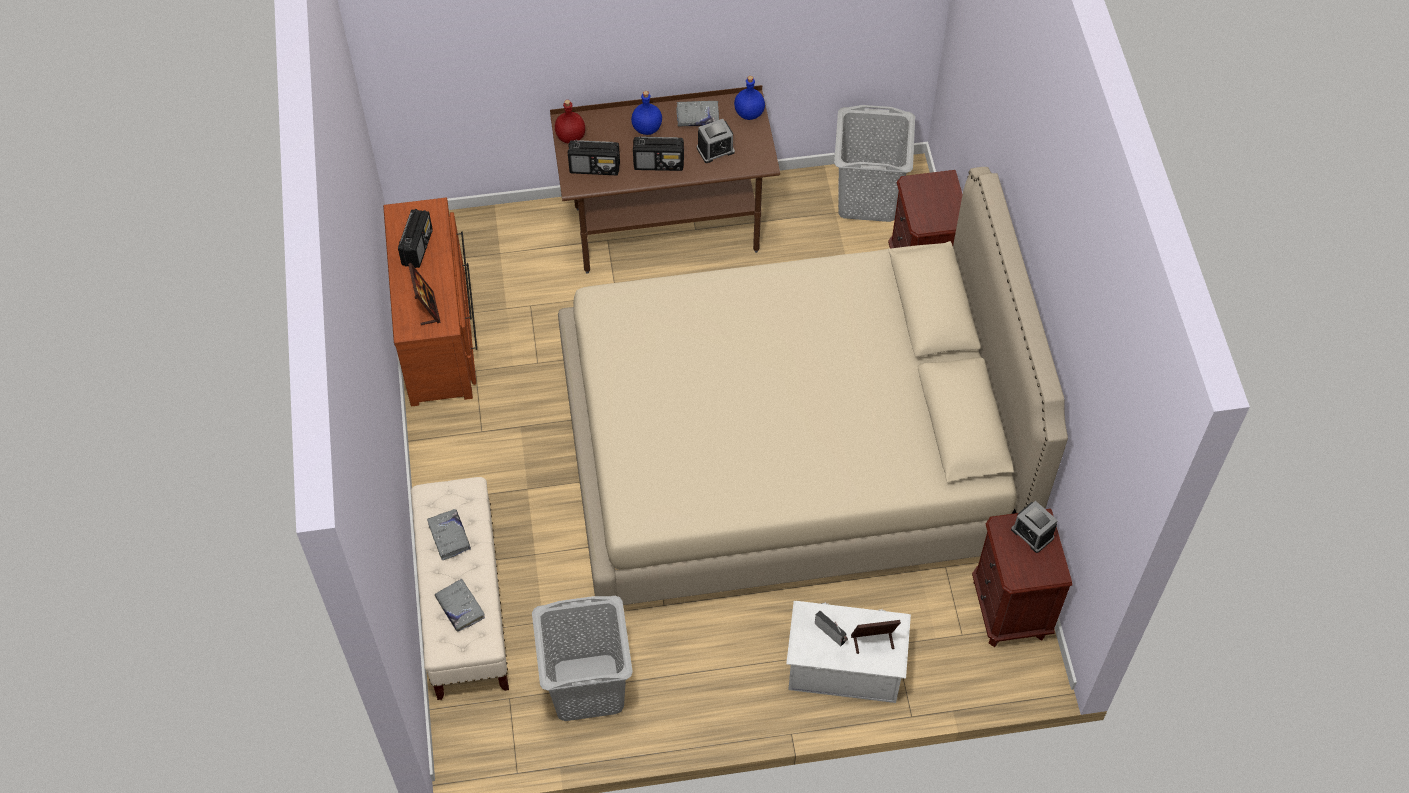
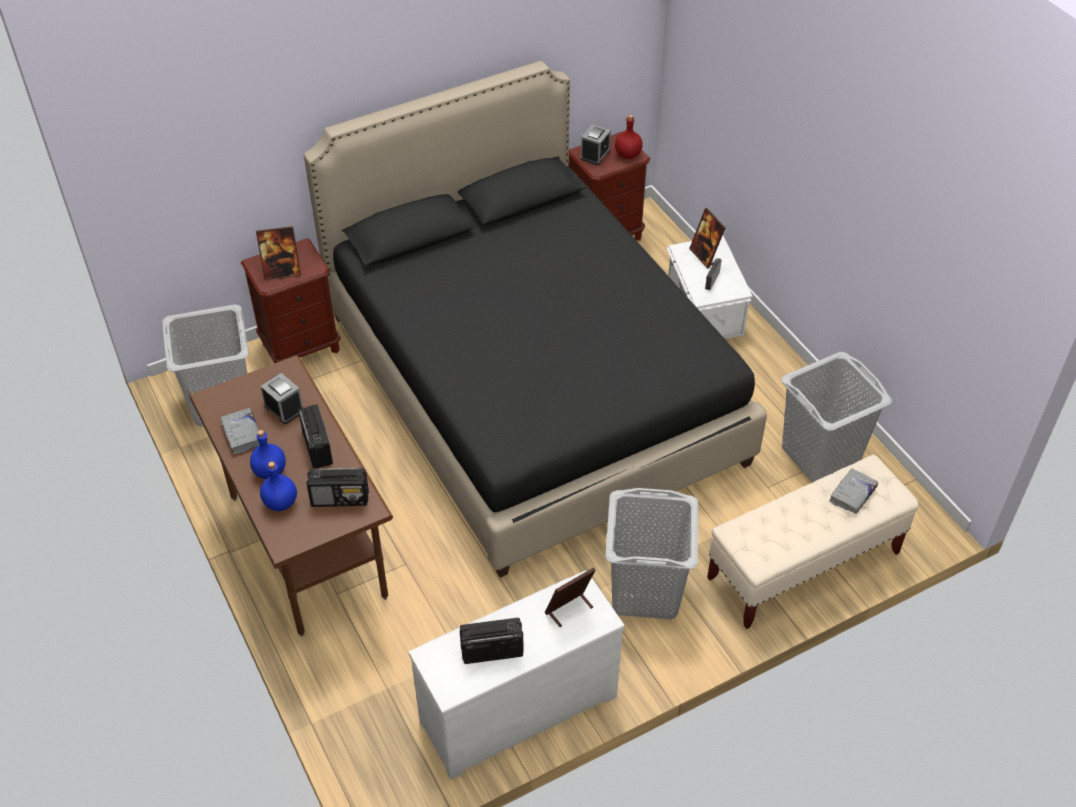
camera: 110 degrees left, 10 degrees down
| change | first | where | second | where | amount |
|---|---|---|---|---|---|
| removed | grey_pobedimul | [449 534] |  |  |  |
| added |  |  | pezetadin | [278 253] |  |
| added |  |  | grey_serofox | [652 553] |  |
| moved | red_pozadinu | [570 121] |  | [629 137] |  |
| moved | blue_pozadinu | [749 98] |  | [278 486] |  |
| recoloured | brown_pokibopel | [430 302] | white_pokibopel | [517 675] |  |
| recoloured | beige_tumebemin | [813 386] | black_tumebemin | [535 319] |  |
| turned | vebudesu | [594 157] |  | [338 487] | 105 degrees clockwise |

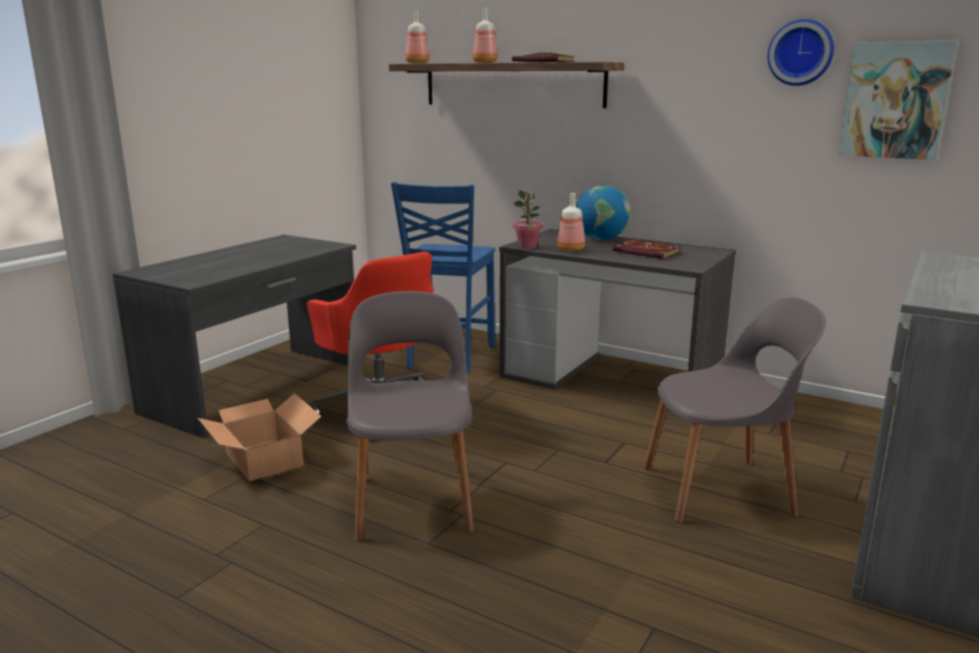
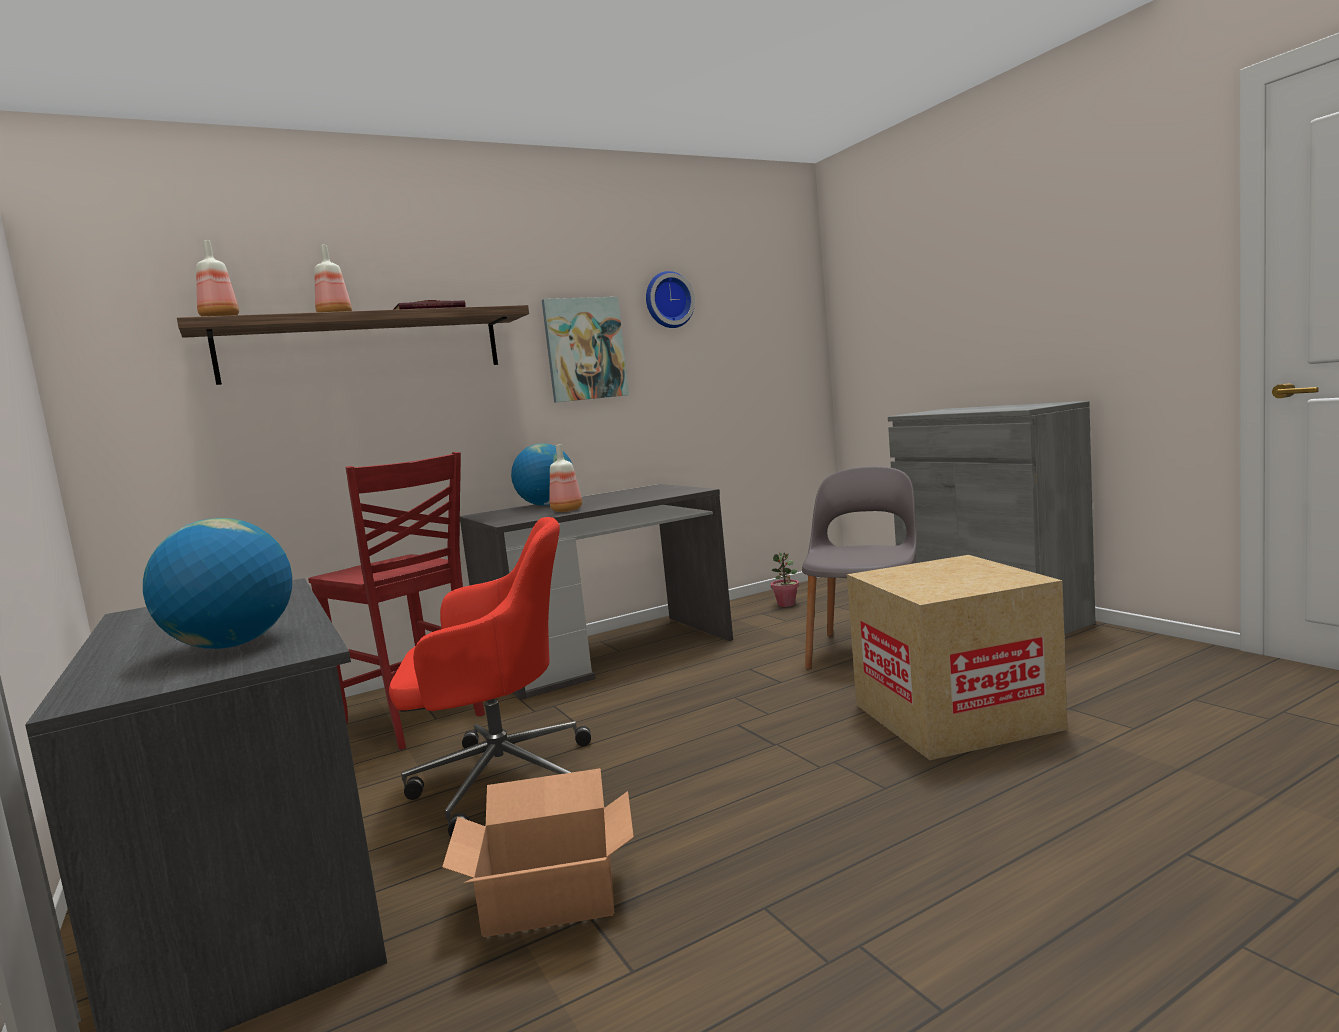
camera: 60 degrees left, 10 degrees down
| change | first | where | second | where | amount |
|---|---|---|---|---|---|
| removed | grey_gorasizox | [410 416] |  |  |  |
| removed | pobedimul | [647 249] |  |  |  |
| added |  |  | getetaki | [217 583] |  |
| added |  |  | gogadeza | [957 657] |  |
| moved | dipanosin | [528 219] |  | [785 579] |  |
| moved | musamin | [898 100] |  | [585 350] |  |
| recoloured | blue_gorasizox | [443 278] | red_gorasizox | [396 601] |  |

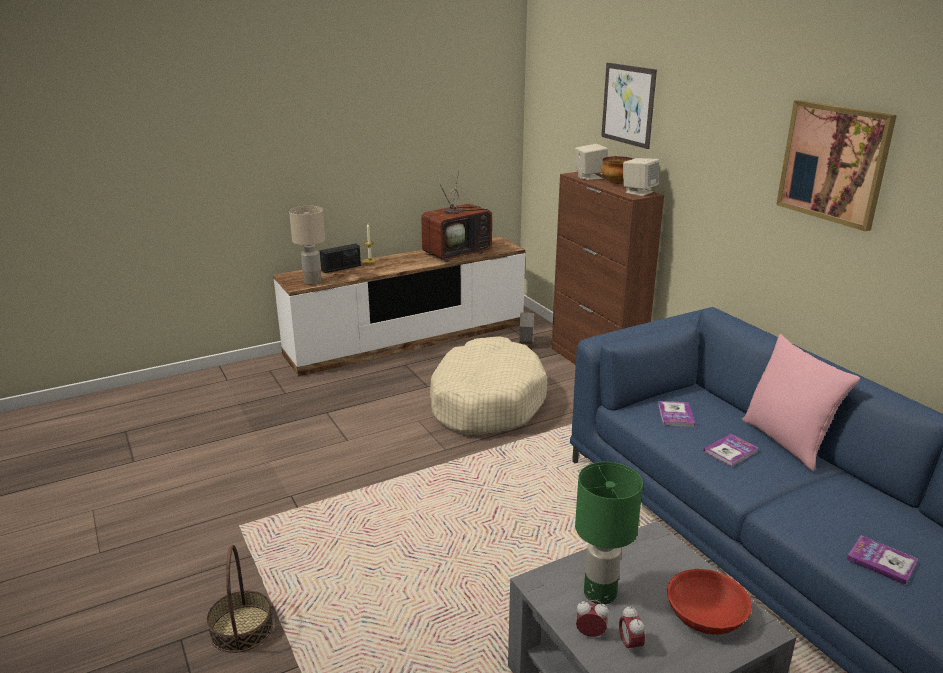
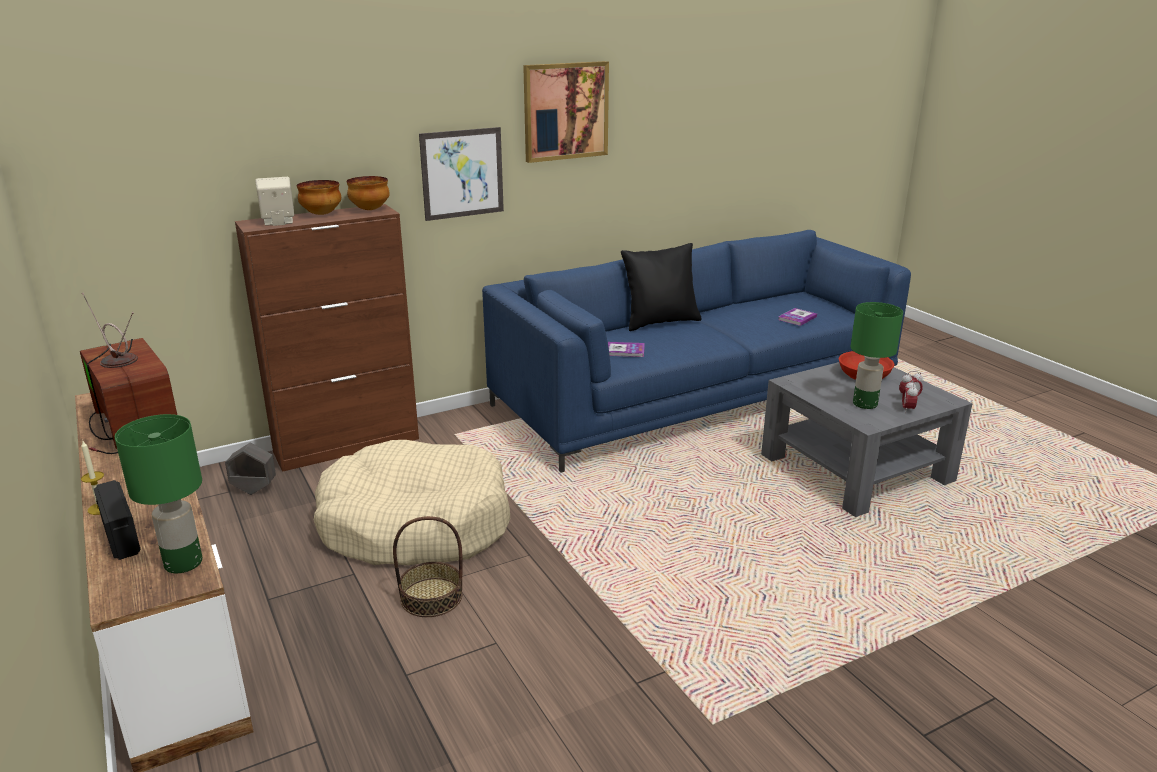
camera: 90 degrees left, 0 degrees up
| change | first | where | second | where | amount |
|---|---|---|---|---|---|
| removed | pobedimul | [731 450] |  |  |  |
| moved | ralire | [240 599] |  | [427 566] |  |
| moved | musamin | [629 106] |  | [461 174] |  |
| replaced | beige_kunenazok | [641 177] | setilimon | [368 193] |  |
| recoloured | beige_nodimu | [307 245] | green_nodimu | [159 493] |  |
| recoloured | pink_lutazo | [801 403] | black_lutazo | [661 287] |  |

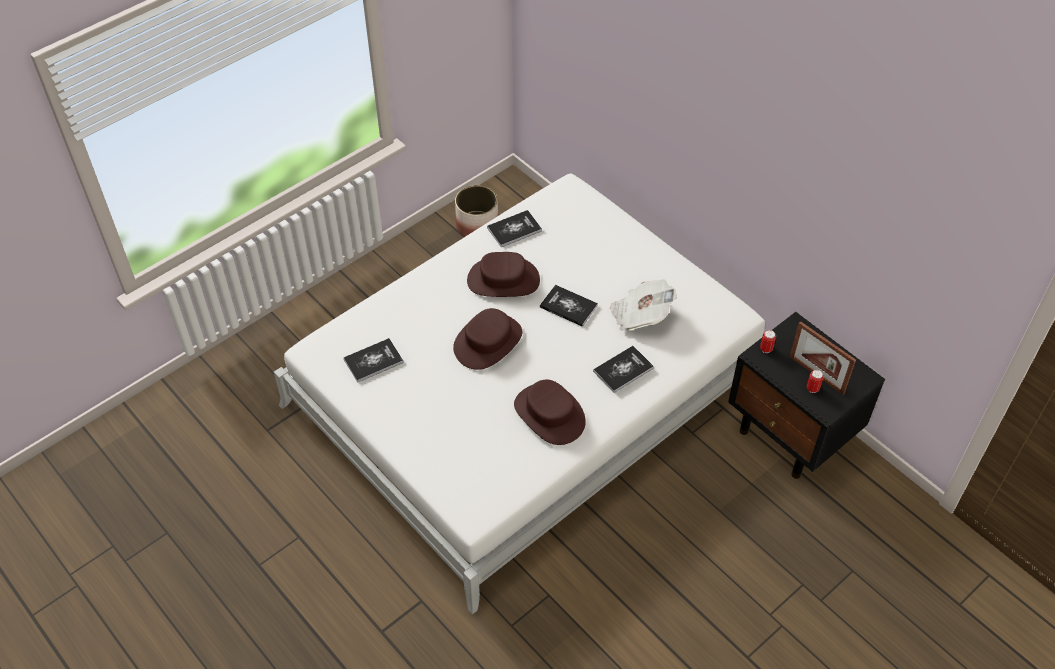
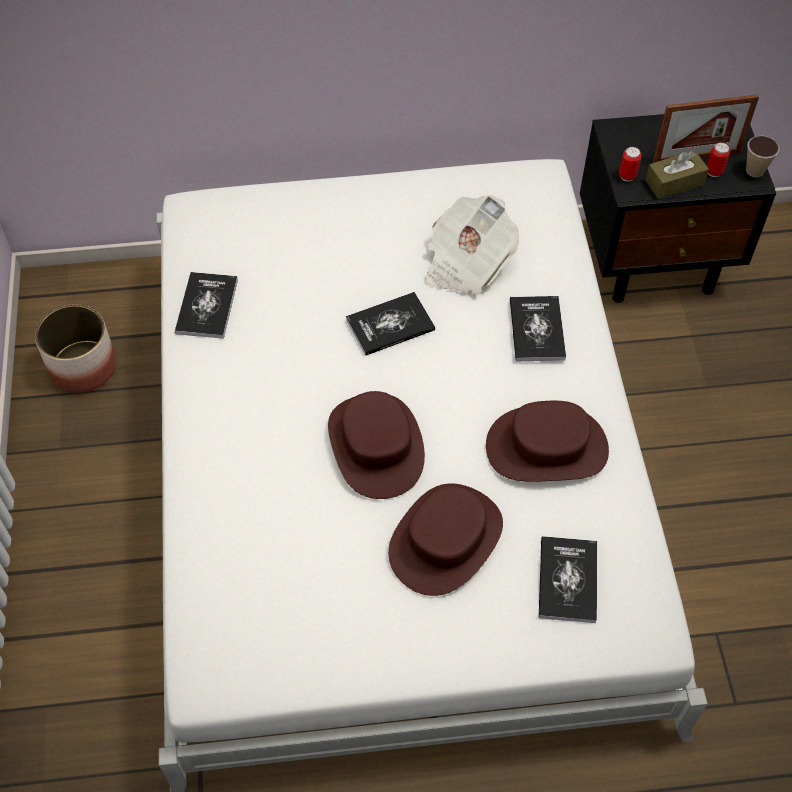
camera: 55 degrees left, 5 degrees up
| change | first | where | second | where | amount |
|---|---|---|---|---|---|
| added |  |  | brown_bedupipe | [677 175] |  |
| added |  |  | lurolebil | [763 157] |  |
| moved | pobedimul | [374 360] |  | [568 579] |  |
| moved | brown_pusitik | [503 274] |  | [445 539] |  |

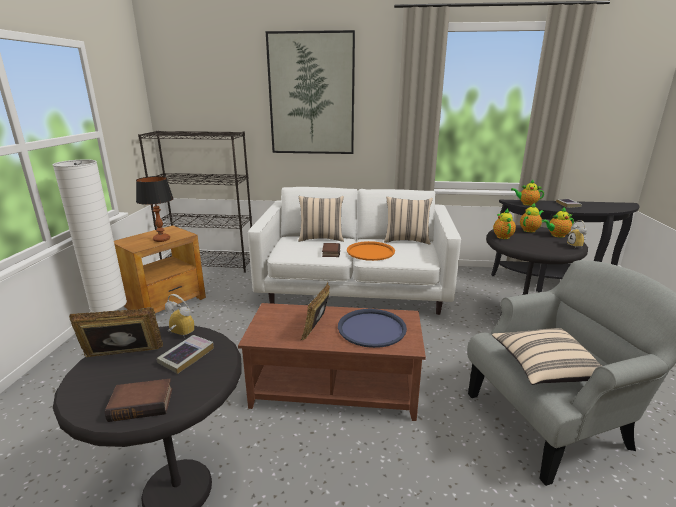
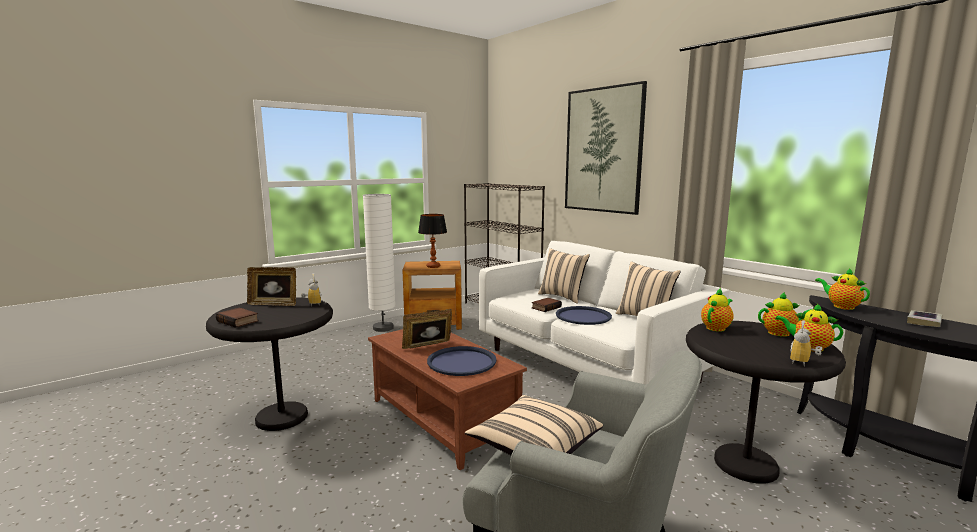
camera: 45 degrees right, 10 degrees down
| change | first | where | second | where | amount |
|---|---|---|---|---|---|
| removed | pobedimul | [185 354] |  |  |  |
| recoloured | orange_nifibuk | [371 251] | blue_nifibuk | [584 315] |  |
| turned | pezetadin | [116 332] |  | [271 286] | 150 degrees clockwise |

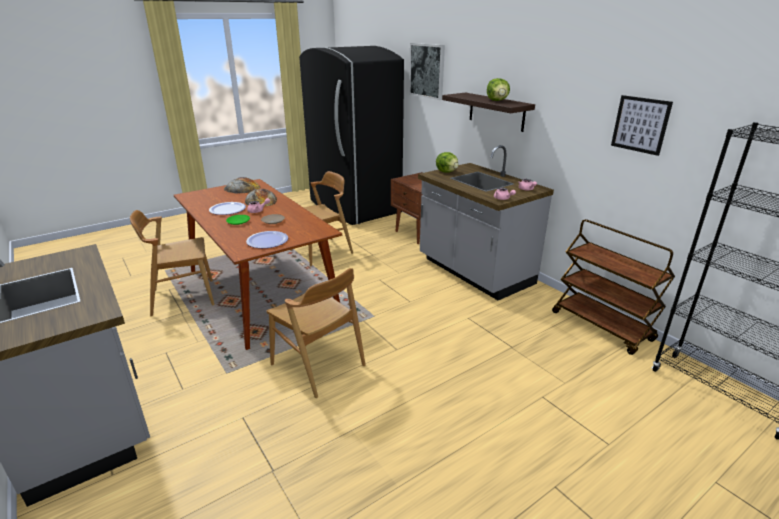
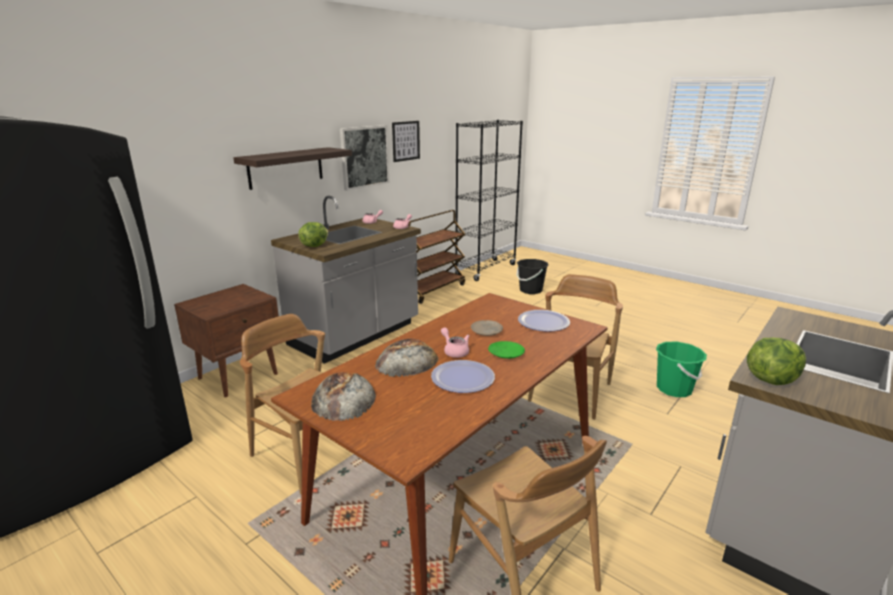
camera: 105 degrees left, 5 degrees down
| change | first | where | second | where | amount |
|---|---|---|---|---|---|
| added |  |  | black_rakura | [532 276] |  |
| added |  |  | green_rakura | [681 369] |  |
| moved | musamin | [427 71] |  | [364 158] |  |
| moved | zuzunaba | [498 89] |  | [776 361] |  |

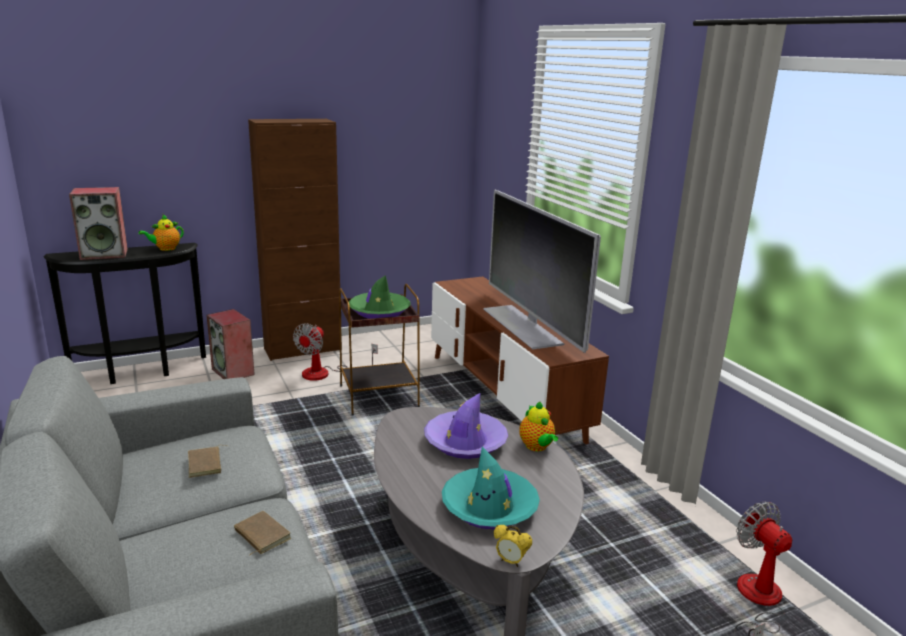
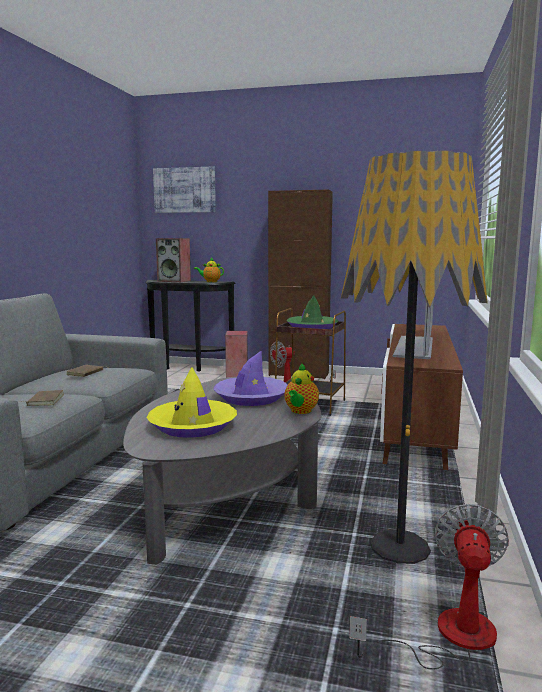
camera: 40 degrees right, 10 degrees down
| change | first | where | second | where | amount |
|---|---|---|---|---|---|
| removed | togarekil | [513 546] |  |  |  |
| added |  |  | musamin | [184 189] |  |
| added |  |  | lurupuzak | [414 357] |  |
| recoloured | turquoise_pusitik | [491 488] | yellow_pusitik | [192 402] |  |

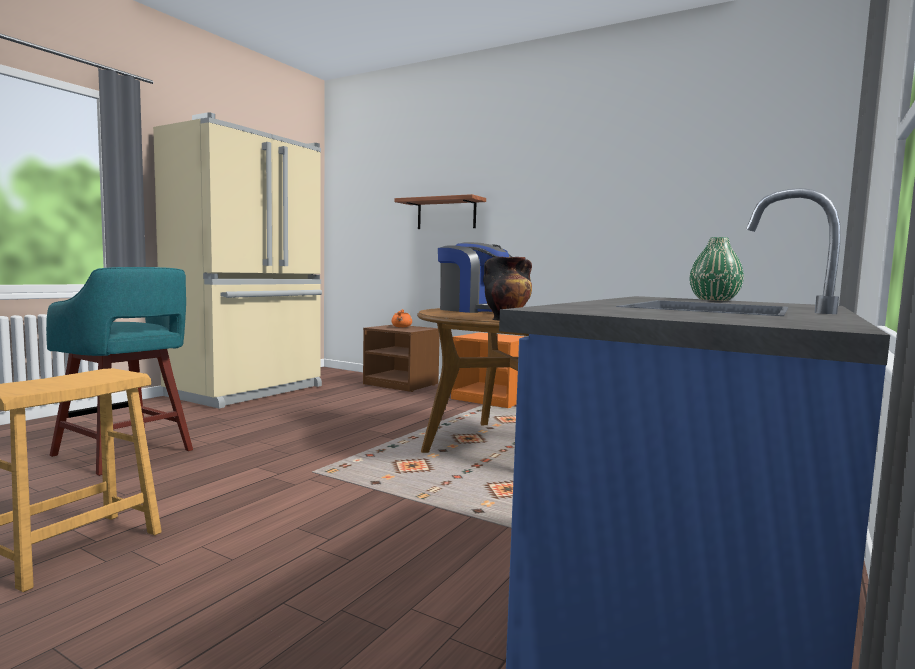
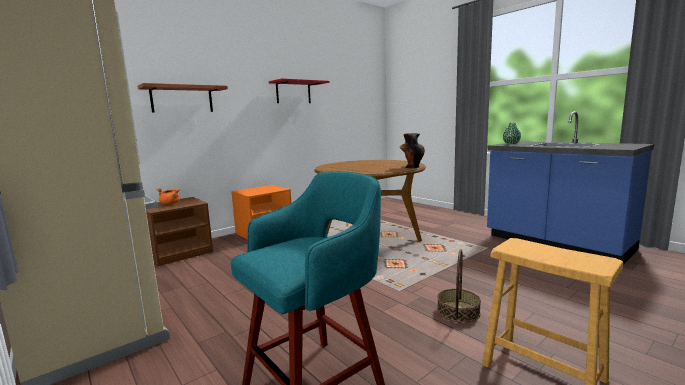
camera: 70 degrees left, 5 degrees up
| change | first | where | second | where | amount |
|---|---|---|---|---|---|
| removed | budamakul | [475 277] |  |  |  |
| added |  |  | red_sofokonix | [299 90] |  |
| added |  |  | ralire | [459 286] |  |

